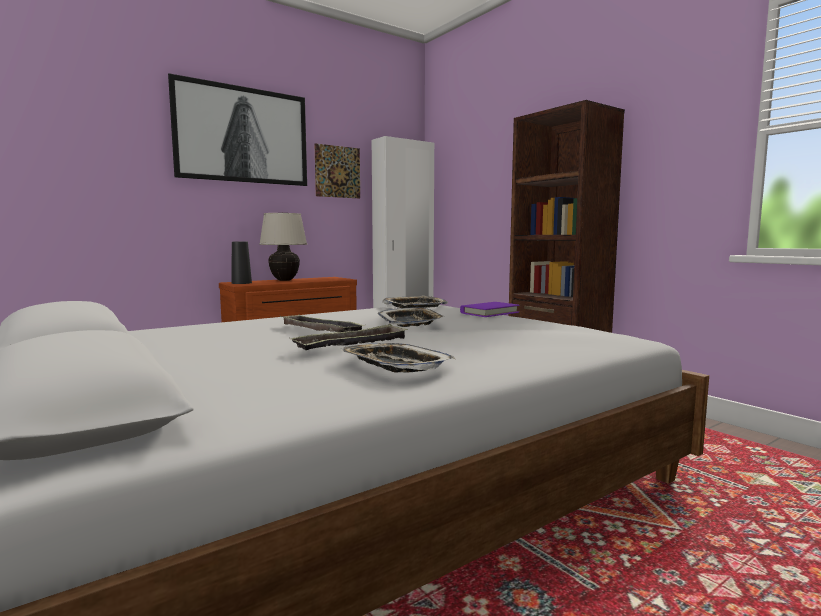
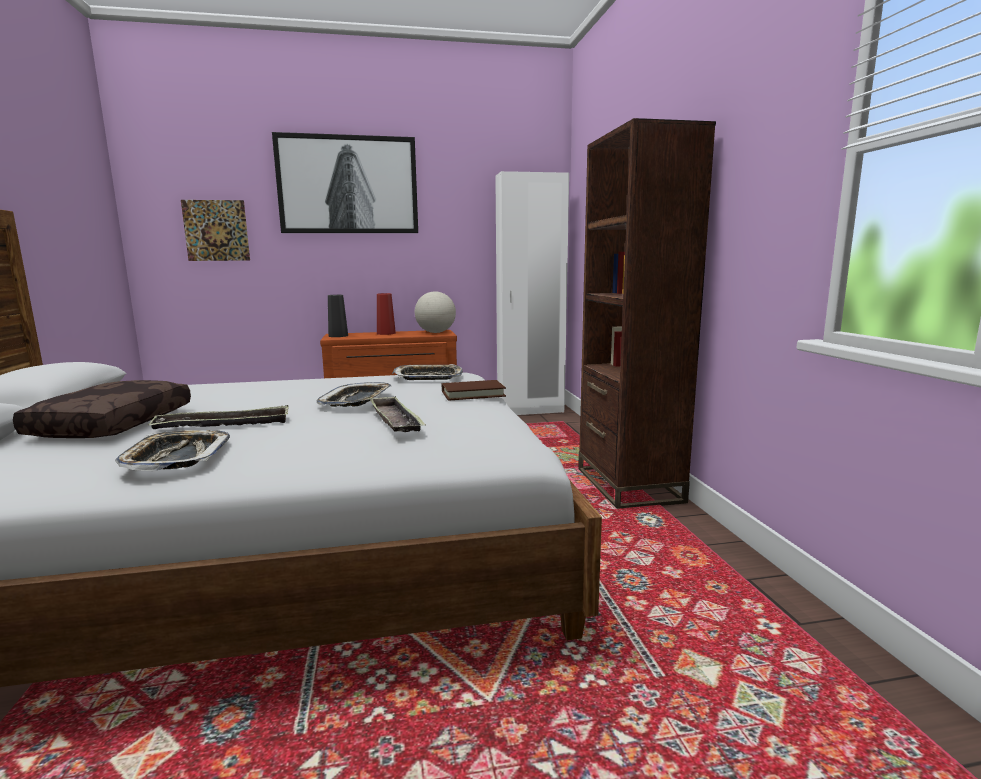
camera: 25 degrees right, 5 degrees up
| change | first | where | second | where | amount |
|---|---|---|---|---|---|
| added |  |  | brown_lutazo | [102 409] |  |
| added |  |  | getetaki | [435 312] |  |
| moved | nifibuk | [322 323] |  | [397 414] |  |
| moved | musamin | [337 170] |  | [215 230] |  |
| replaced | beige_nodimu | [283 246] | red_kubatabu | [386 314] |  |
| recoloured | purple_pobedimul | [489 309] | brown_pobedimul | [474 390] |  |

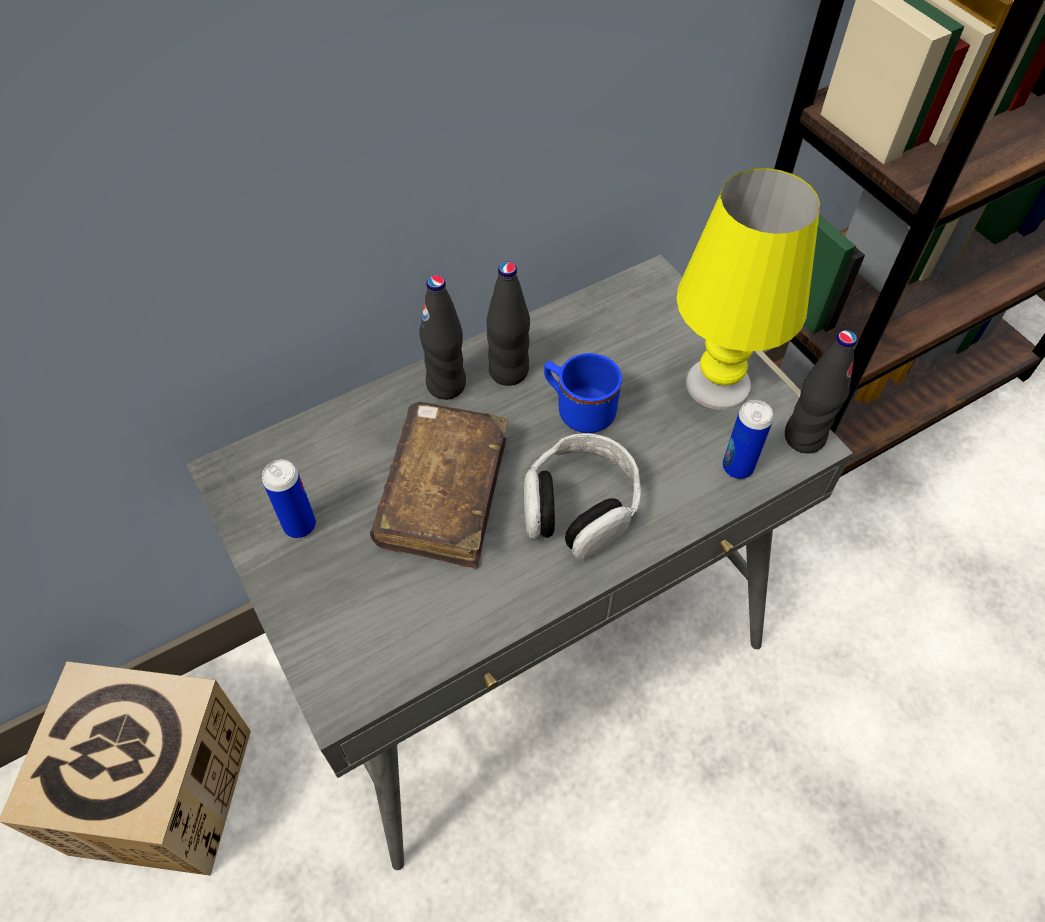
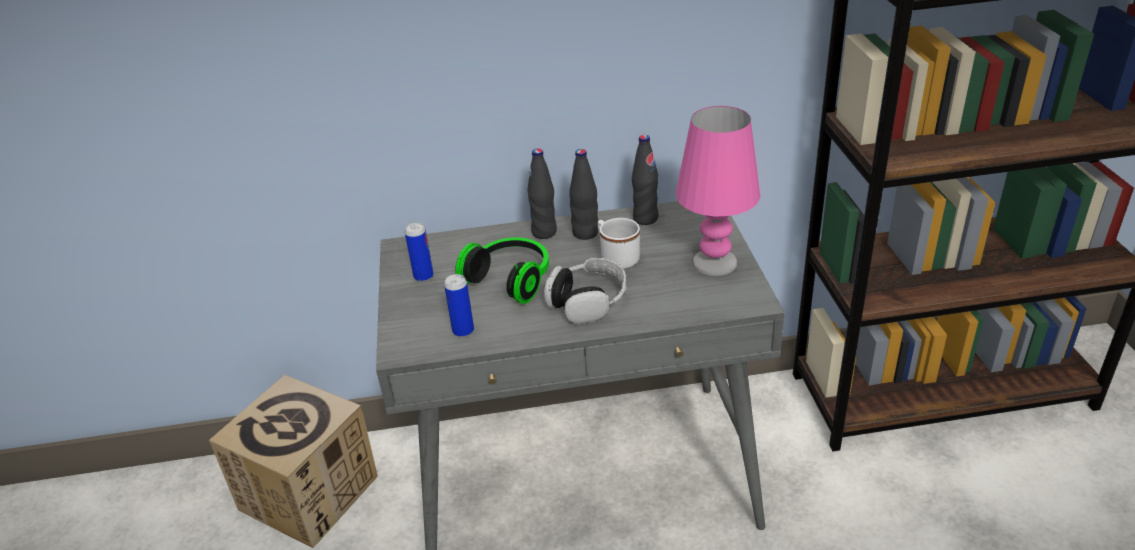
camera: 25 degrees right, 20 degrees down
| change | first | where | second | where | amount |
|---|---|---|---|---|---|
| moved | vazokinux | [747 439] |  | [459 305] |  |
| moved | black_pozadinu | [821 391] |  | [645 180] |  |
| replaced | brown_pobedimul | [439 485] | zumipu | [502 271] |  |
| recoloured | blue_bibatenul | [583 393] | white_bibatenul | [619 243] |  |
| recoloured | yellow_nodimu | [748 289] | pink_nodimu | [718 191] |  |

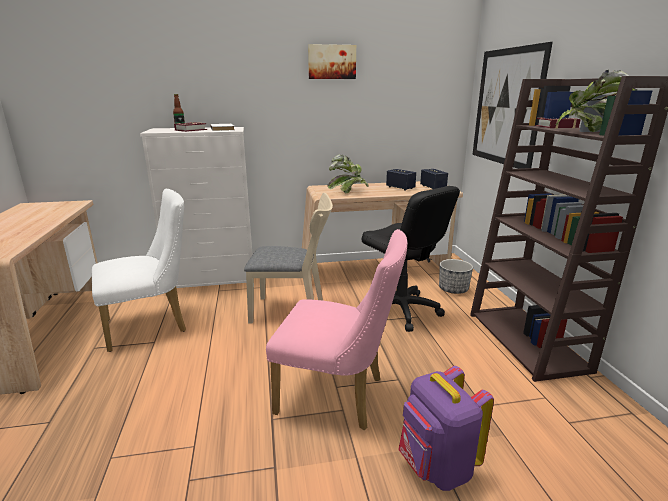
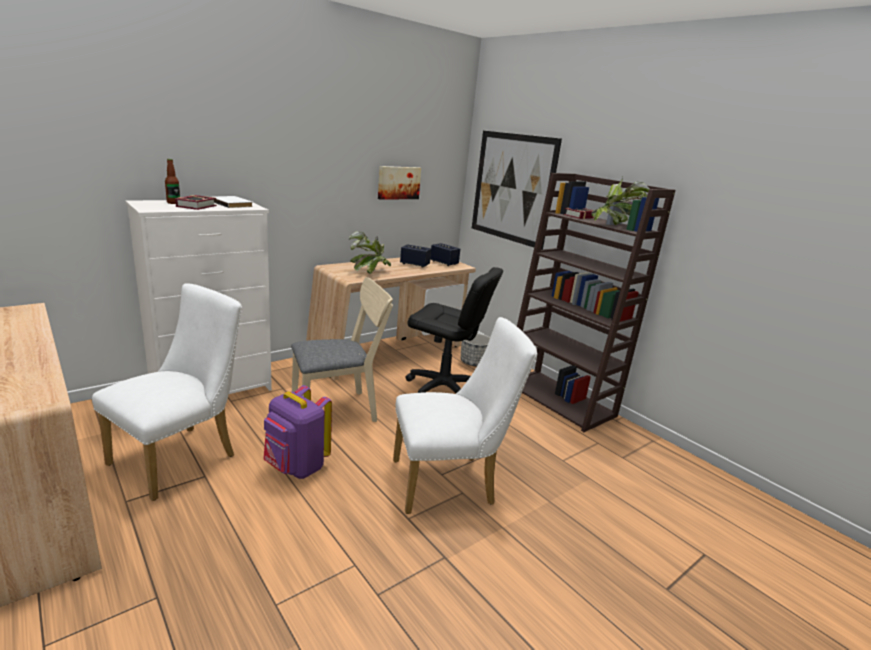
camera: 30 degrees left, 0 degrees up
| change | first | where | second | where | amount |
|---|---|---|---|---|---|
| moved | musamin | [332 61] |  | [399 183] |  |
| moved | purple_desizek | [446 428] |  | [297 432] |  |
| recoloured | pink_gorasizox | [337 329] | white_gorasizox | [465 415] |  |

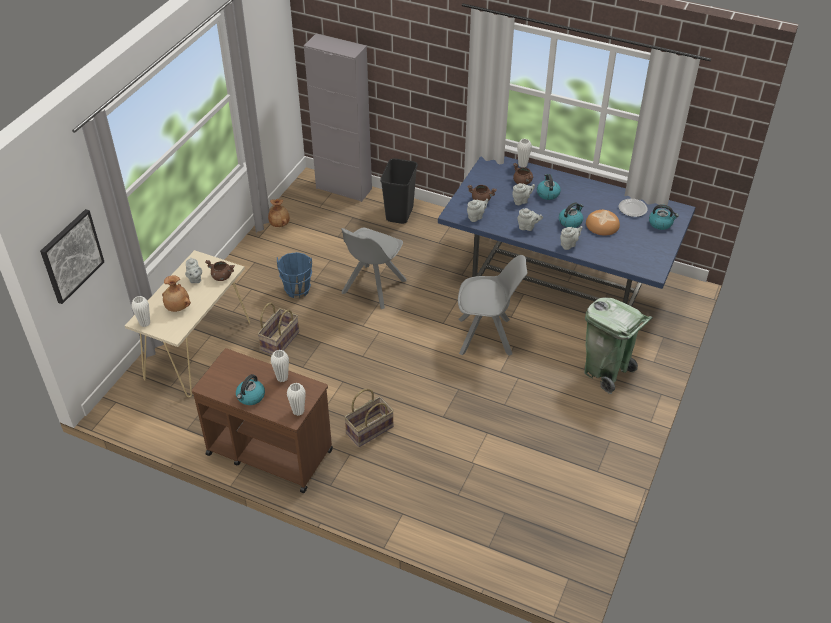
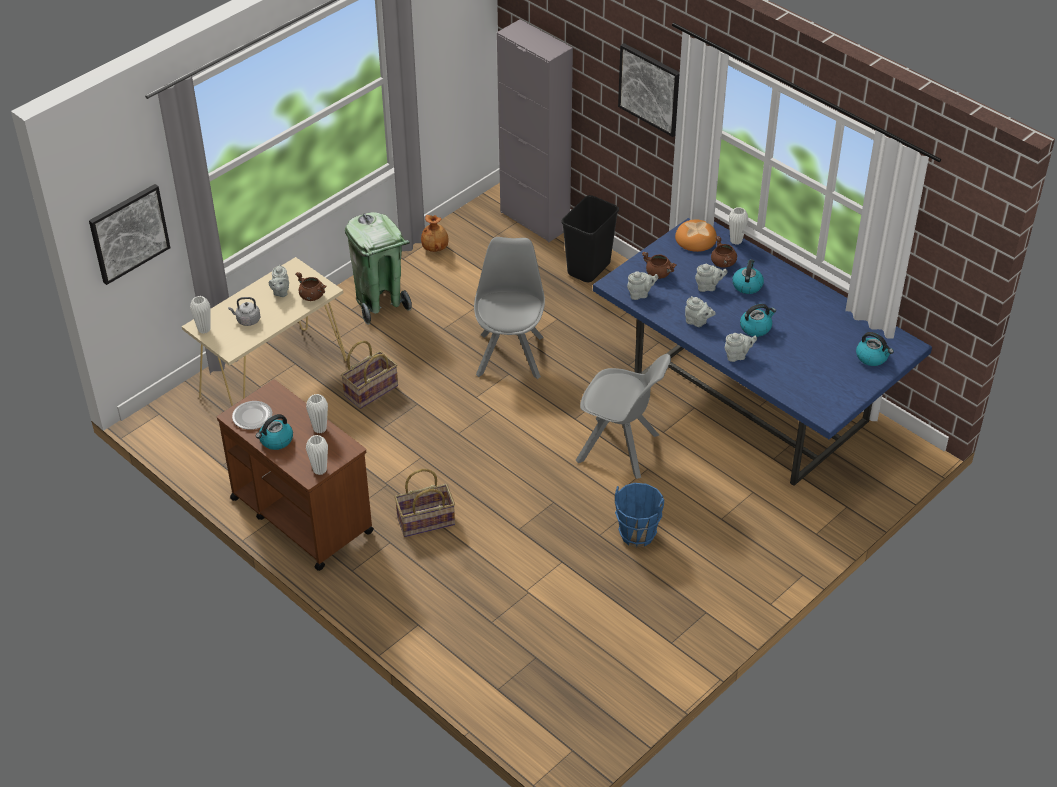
camera: 20 degrees right, 0 degrees up
| change | first | where | second | where | amount |
|---|---|---|---|---|---|
| added |  |  | musamin | [649 90] |  |
| moved | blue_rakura | [294 275] |  | [639 515] |  |
| moved | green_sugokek | [618 345] |  | [378 268] |  |
| moved | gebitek | [603 223] |  | [696 236] |  |
| moved | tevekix | [633 208] |  | [252 415] |  |
| replaced | brown_kubatabu | [176 293] | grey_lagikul | [244 311] |  |
| turned | grey_gorasizox | [374 268] |  | [509 308] | 135 degrees clockwise |

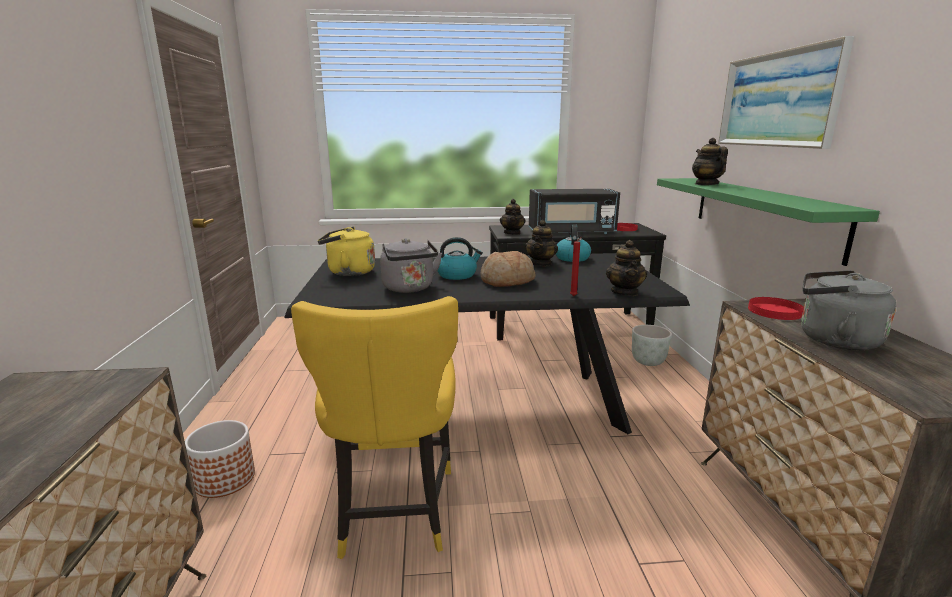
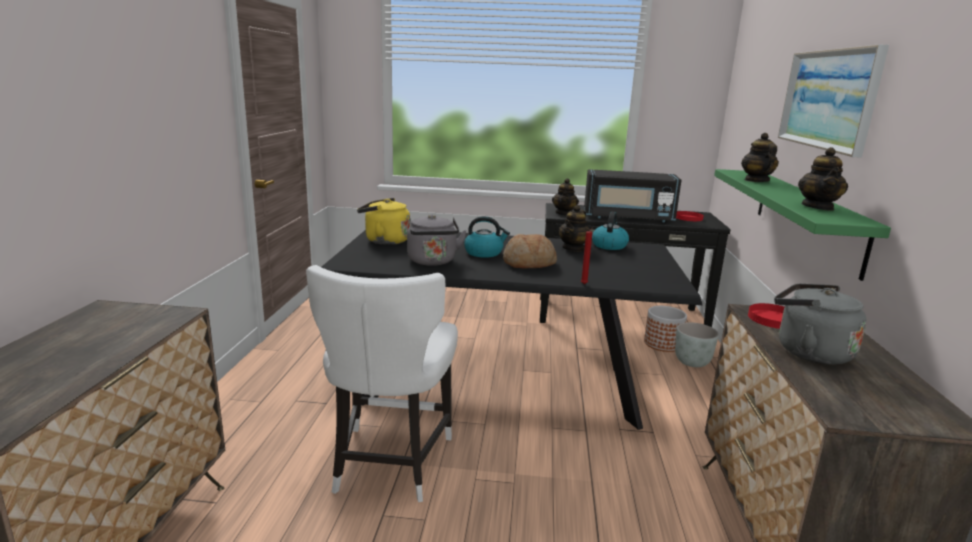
camera: 10 degrees right, 0 degrees up
| change | first | where | second | where | amount |
|---|---|---|---|---|---|
| moved | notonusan | [220 459] |  | [665 329] |  |
| moved | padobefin | [626 268] |  | [823 179] |  |
| recoloured | yellow_gorasizox | [374 427] | white_gorasizox | [382 383] |  |

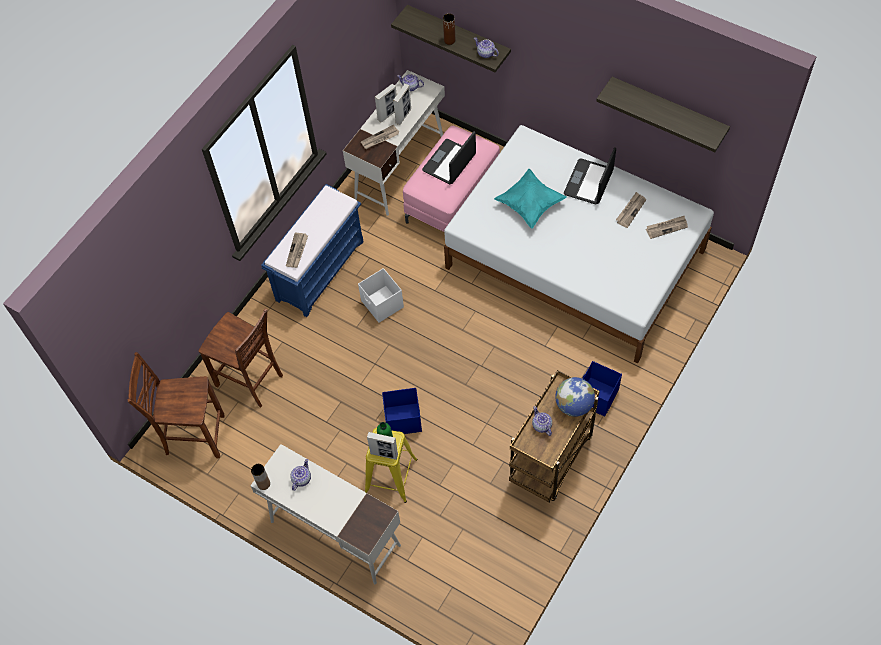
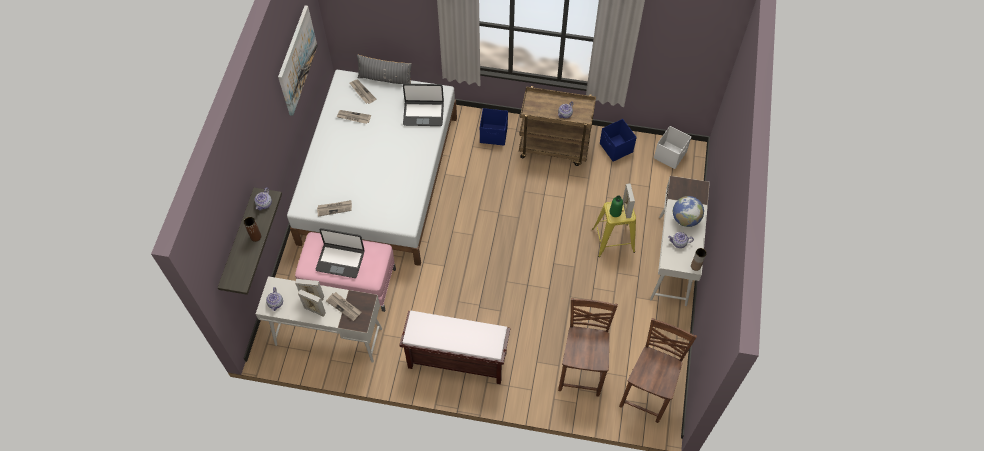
camera: 115 degrees left, 0 degrees up
| change | first | where | second | where | amount |
|---|---|---|---|---|---|
| removed | turquoise_lutazo | [530 199] |  |  |  |
| added |  |  | grey_lutazo | [384 69] |  |
| moved | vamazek | [297 250] |  | [334 208] |  |
| moved | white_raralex | [381 295] |  | [672 147] |  |
| moved | blue_raralex | [402 411] |  | [618 140] |  |
| moved | getetaki | [575 397] |  | [688 211] |  |
| moved | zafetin | [590 175] |  | [423 105] |  |
| replaced | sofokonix | [663 114] | musamin | [298 61] |  |
| recoloured | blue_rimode | [312 250] | brown_rimode | [455 347] |  |
| turned | brown_gorasizox | [176 405] |  | [658 370] | 135 degrees counterclockwise |

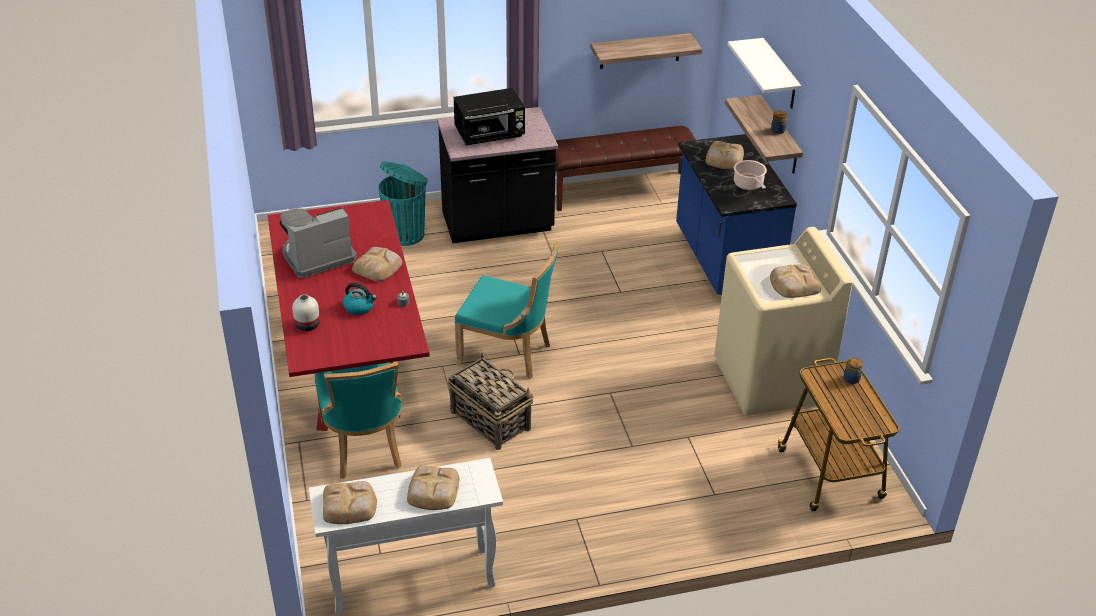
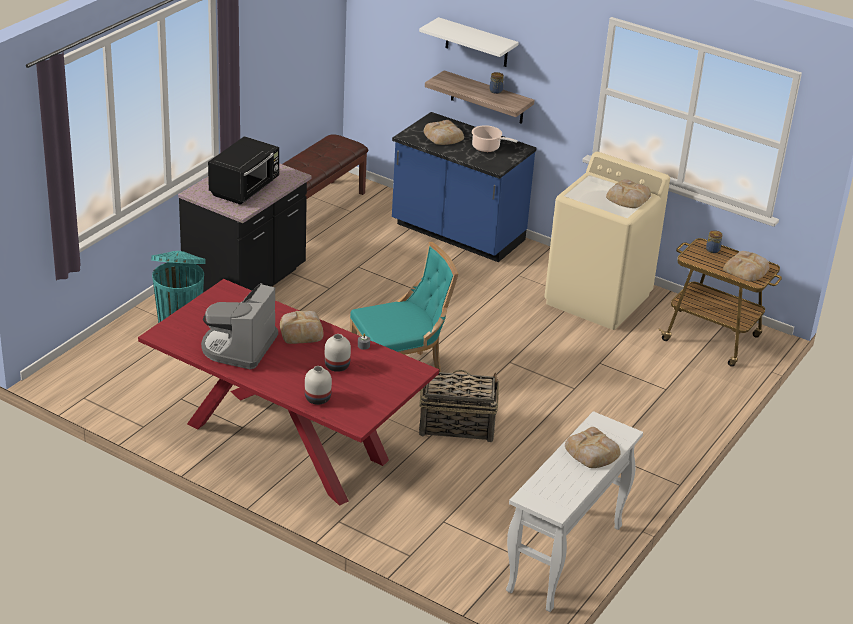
camera: 45 degrees left, 5 degrees down
| change | first | where | second | where | amount |
|---|---|---|---|---|---|
| removed | turquoise_gorasizox | [359 420] |  |  |  |
| removed | sofokonix | [646 51] |  |  |  |
| moved | gebitek | [350 502] |  | [746 266] |  |
| replaced | lagikul | [360 299] | white_kubatabu | [337 353] |  |

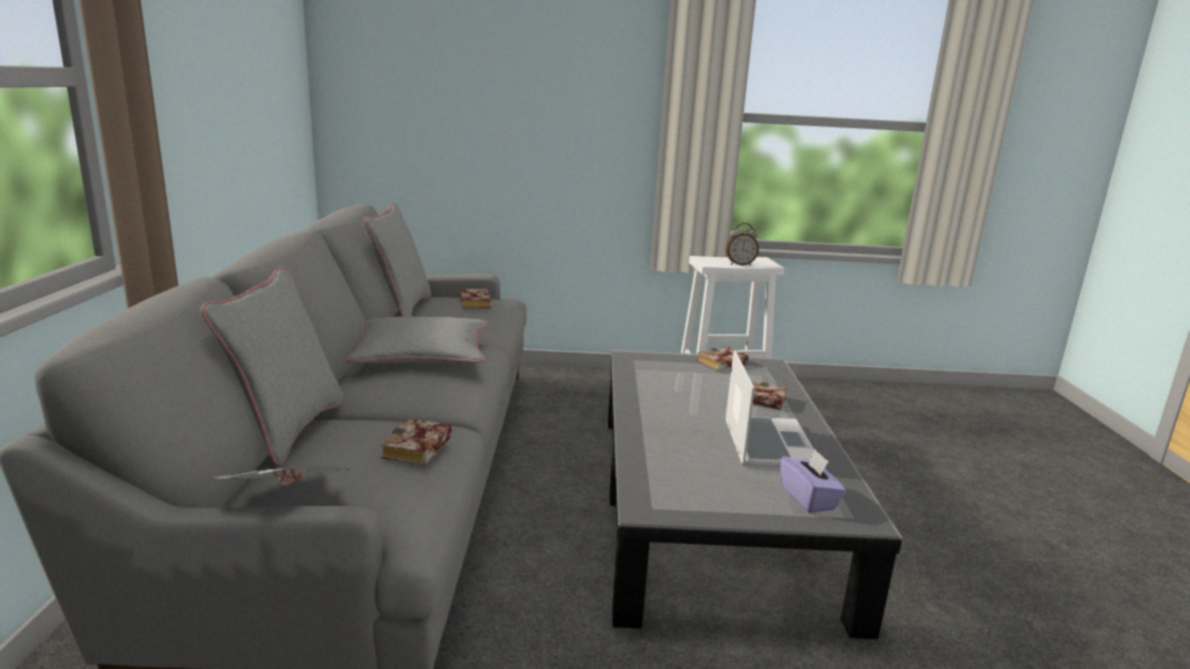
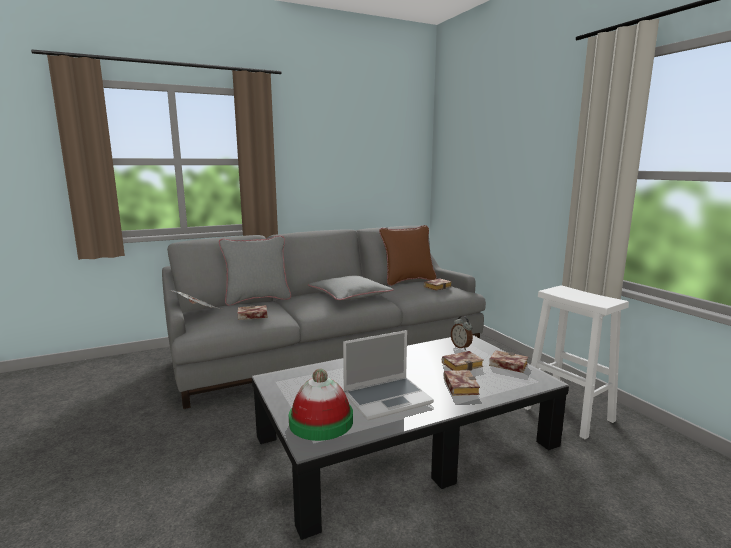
camera: 65 degrees right, 5 degrees down
| change | first | where | second | where | amount |
|---|---|---|---|---|---|
| added |  |  | pobedimul | [463 361] |  |
| moved | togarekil | [742 244] |  | [462 333] |  |
| replaced | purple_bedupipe | [813 481] | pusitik | [321 405] |  |
| recoloured | grey_lutazo | [397 259] | brown_lutazo | [408 255] |  |

